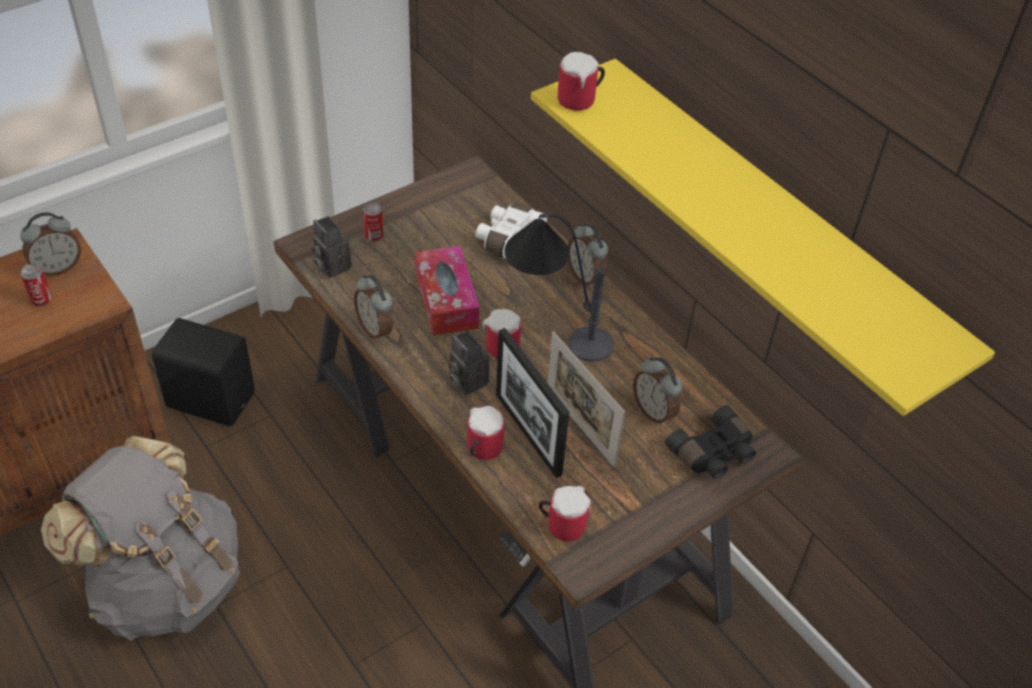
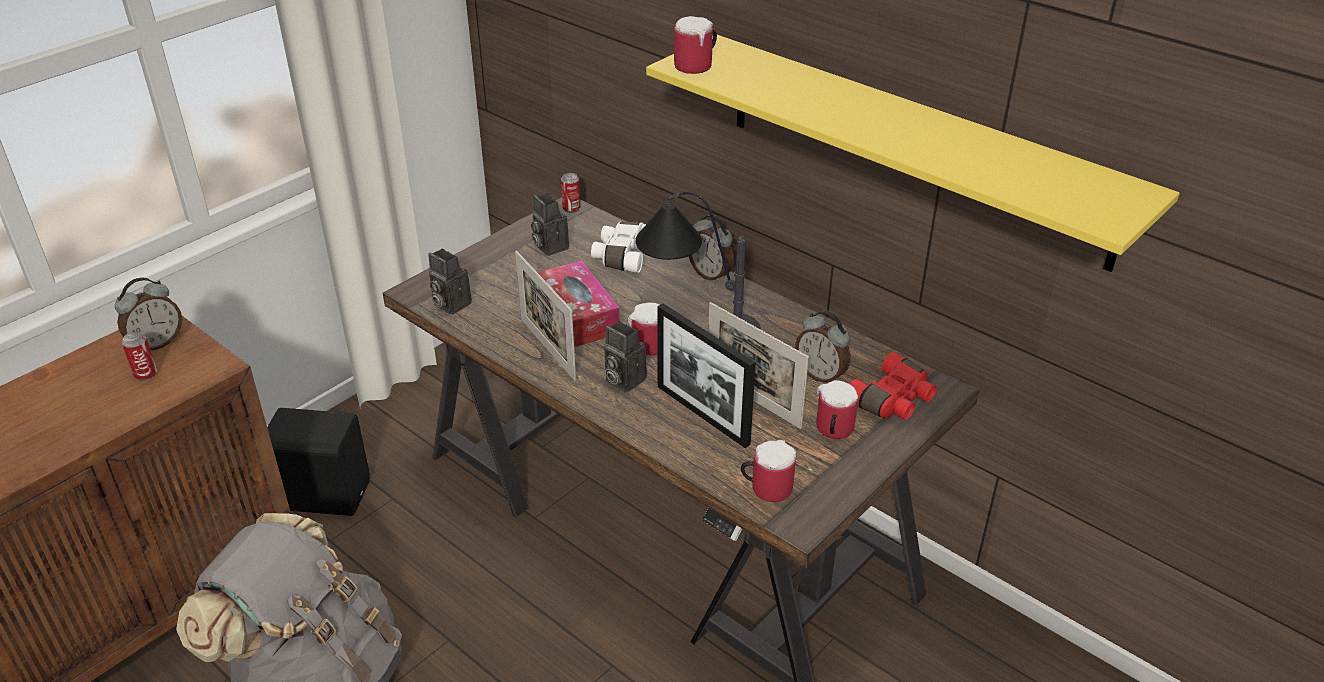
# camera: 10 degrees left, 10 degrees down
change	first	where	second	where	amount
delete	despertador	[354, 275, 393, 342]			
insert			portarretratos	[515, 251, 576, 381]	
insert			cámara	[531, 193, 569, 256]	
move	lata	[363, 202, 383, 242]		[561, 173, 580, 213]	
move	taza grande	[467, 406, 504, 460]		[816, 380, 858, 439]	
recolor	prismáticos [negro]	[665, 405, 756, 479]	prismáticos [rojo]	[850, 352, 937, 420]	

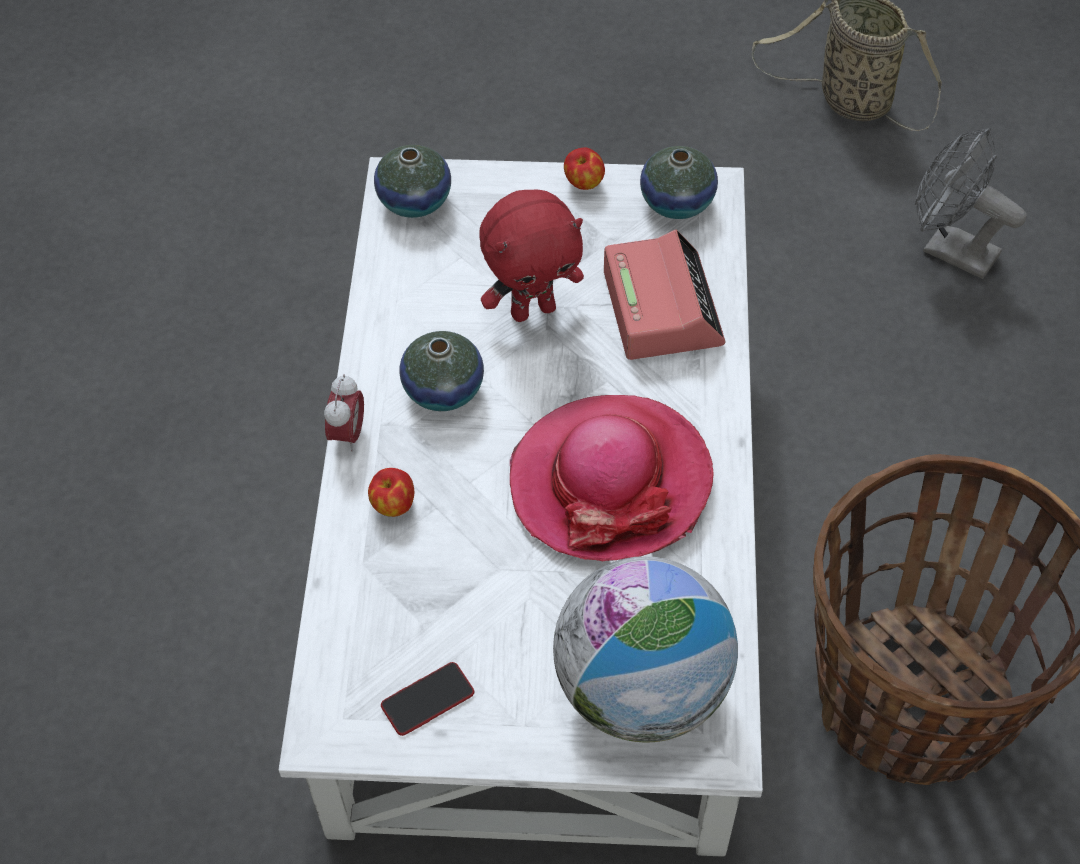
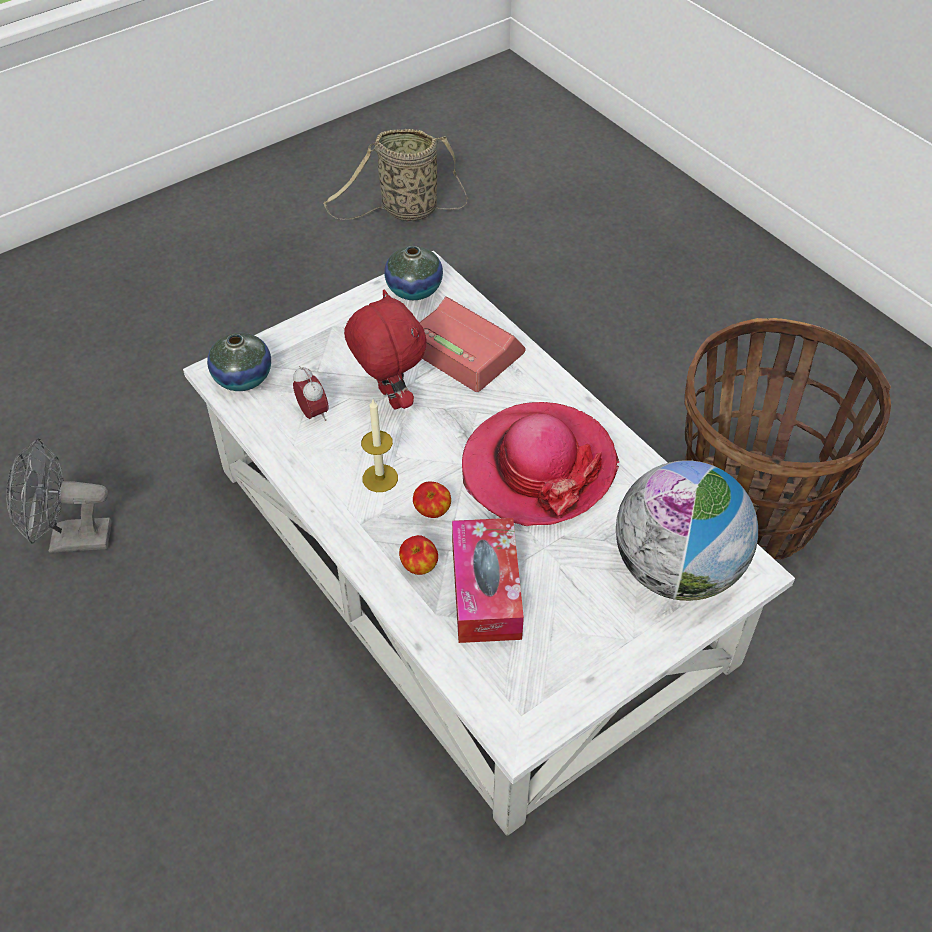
# camera: 40 degrees left, 5 degrees down
change	first	where	second	where	amount
delete	móvil	[381, 662, 474, 736]			
insert			caja de pañuelos	[452, 518, 524, 643]	
move	despertador	[324, 374, 364, 452]		[293, 366, 328, 421]	
move	manzana	[564, 147, 605, 190]		[413, 482, 451, 518]	
move	ventilador [gris]	[915, 128, 1026, 279]		[6, 439, 111, 553]	
replace	florero	[400, 331, 484, 411]	vela	[361, 400, 398, 492]	
rotate	peluche [rojo]	[479, 189, 584, 322]		[344, 290, 426, 409]	60 degrees counterclockwise

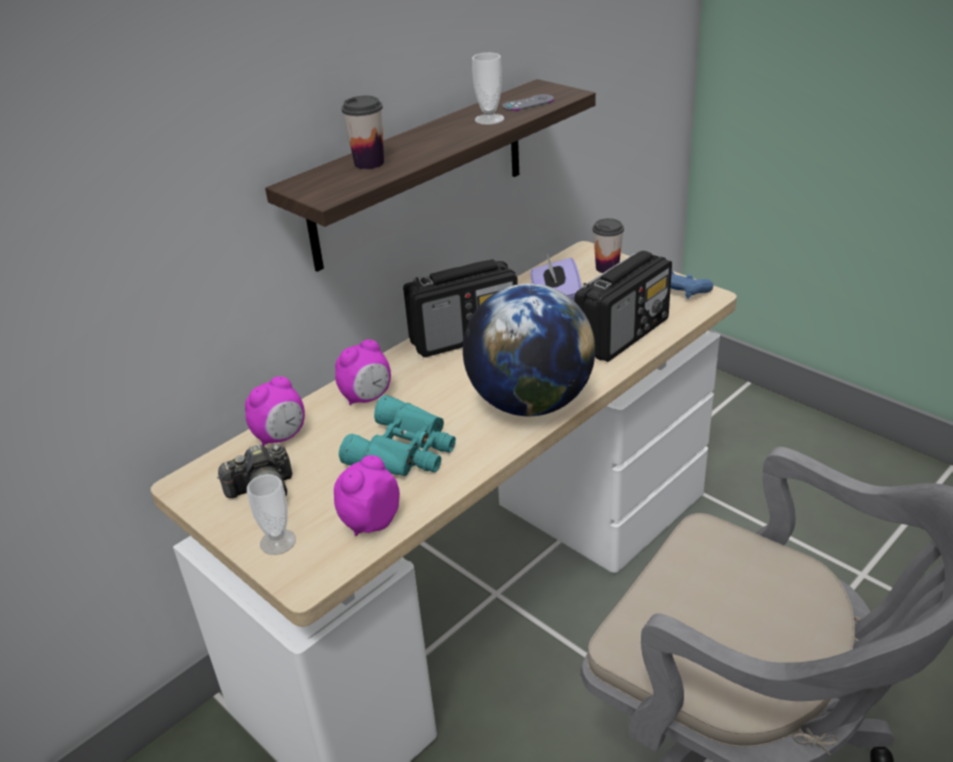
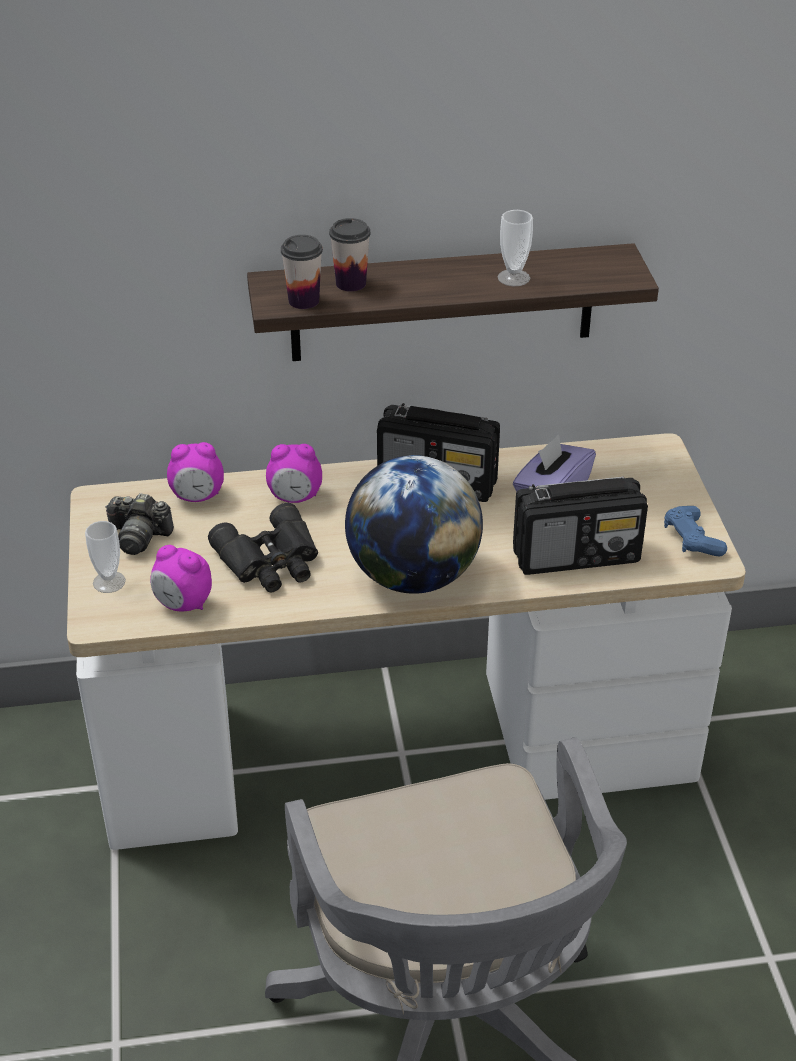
# camera: 35 degrees right, 5 degrees up
change	first	where	second	where	amount
delete	mando de consola [gris]	[502, 94, 554, 111]			
move	taza	[592, 218, 624, 273]		[281, 235, 323, 309]	
recolor	prismáticos [turquesa]	[339, 395, 456, 476]	prismáticos [negro]	[208, 503, 318, 592]	
rotate	despertador	[334, 455, 400, 536]		[150, 545, 212, 611]	135 degrees counterclockwise

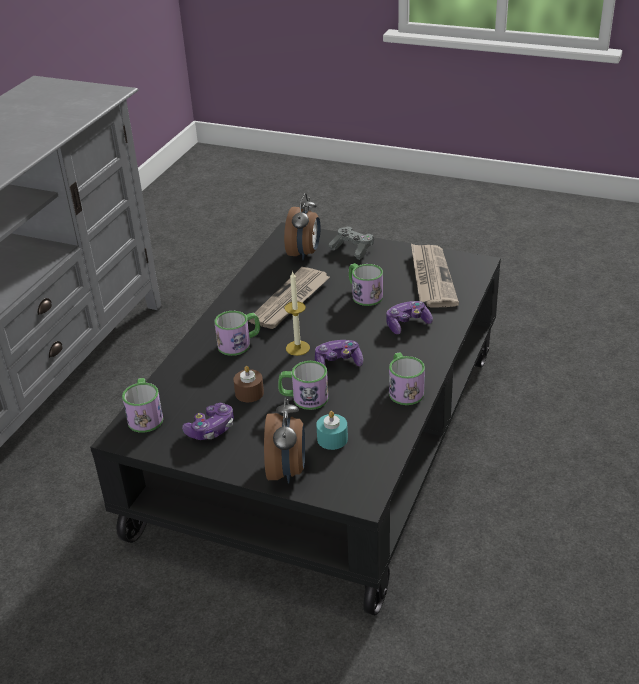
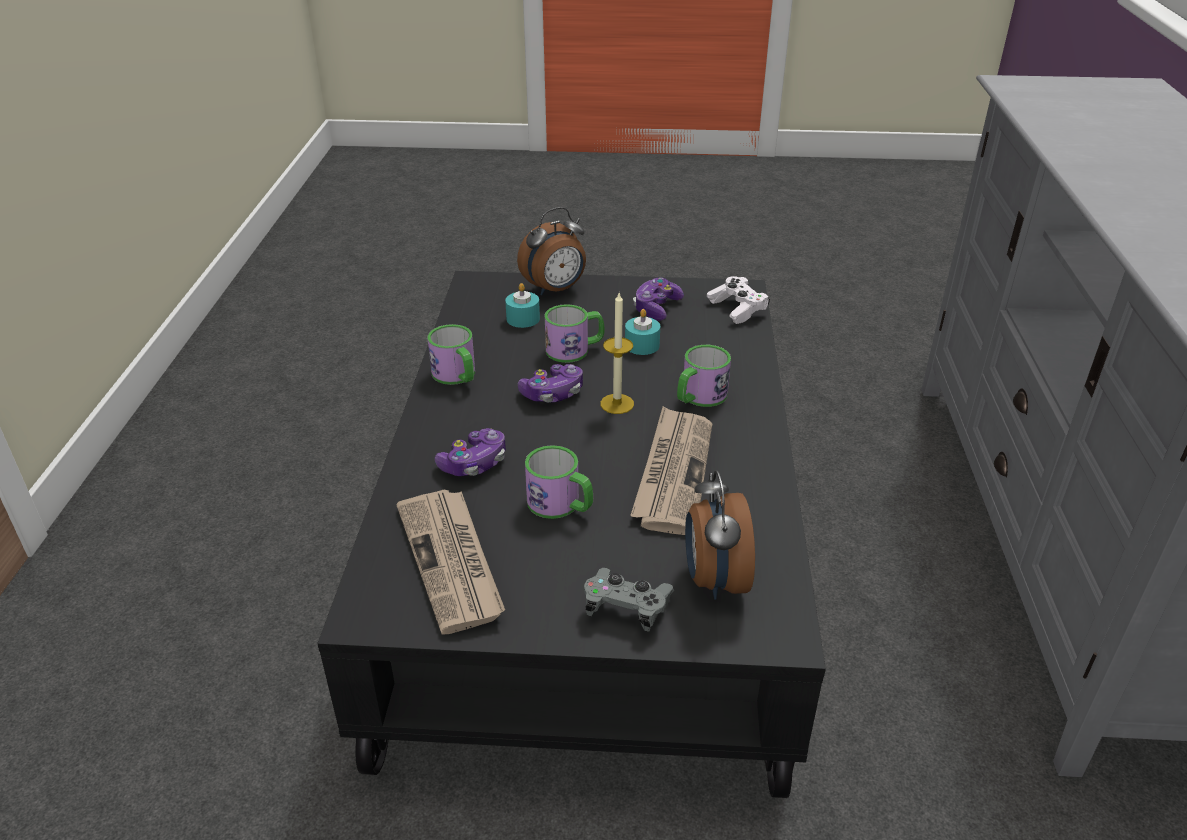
# camera: 160 degrees right, 0 degrees up
change	first	where	second	where	amount
replace	taza grande	[122, 378, 163, 433]	mando de consola [blanco]	[707, 276, 770, 324]	
recolor	vela [marrón]	[234, 366, 264, 402]	vela [turquesa]	[625, 309, 660, 355]	
rotate	despertador	[264, 397, 305, 484]		[517, 207, 586, 295]	105 degrees counterclockwise

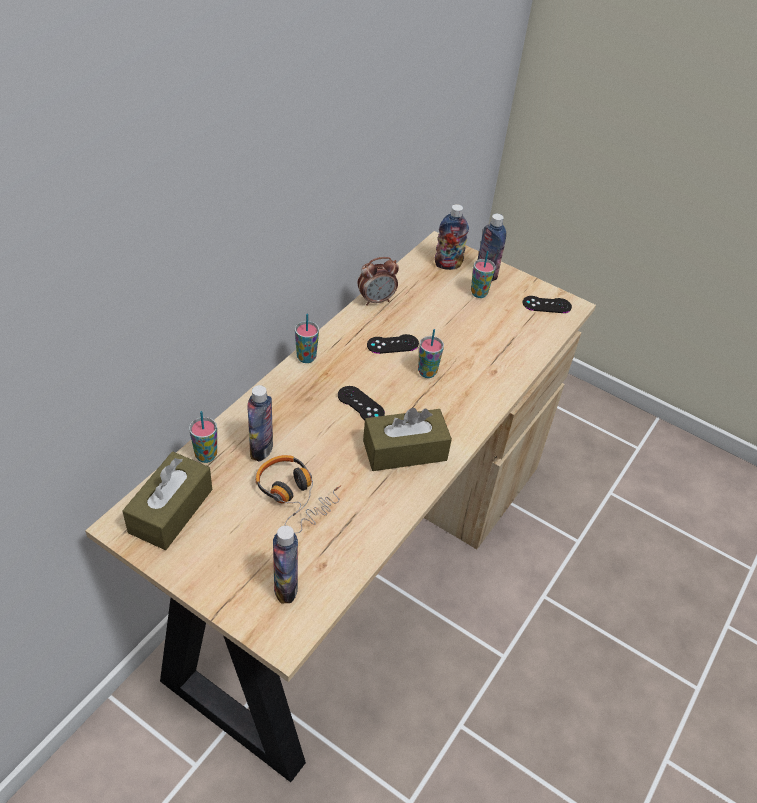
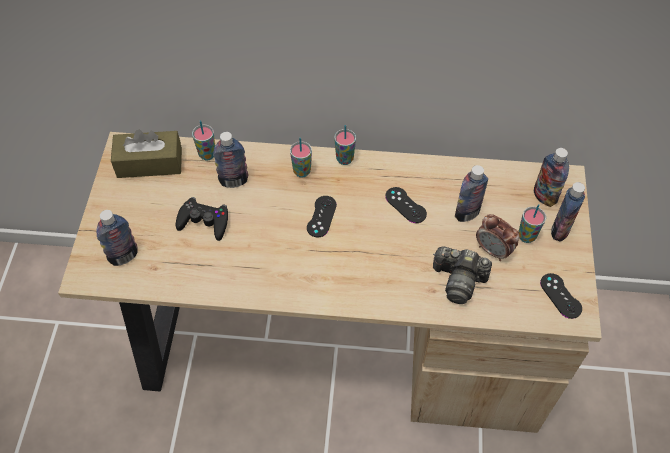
# camera: 65 degrees right, 10 degrees up
change	first	where	second	where	amount
delete	caja de pañuelos [marrón]	[363, 408, 452, 471]			
insert			cámara	[433, 246, 492, 304]	
insert			botella	[455, 165, 488, 222]	
move	despertador	[358, 257, 399, 306]		[476, 214, 520, 261]	
move	taza	[418, 329, 444, 378]		[290, 138, 312, 177]	
replace	auriculares	[256, 455, 341, 533]	mando de consola [negro]	[176, 197, 228, 241]	

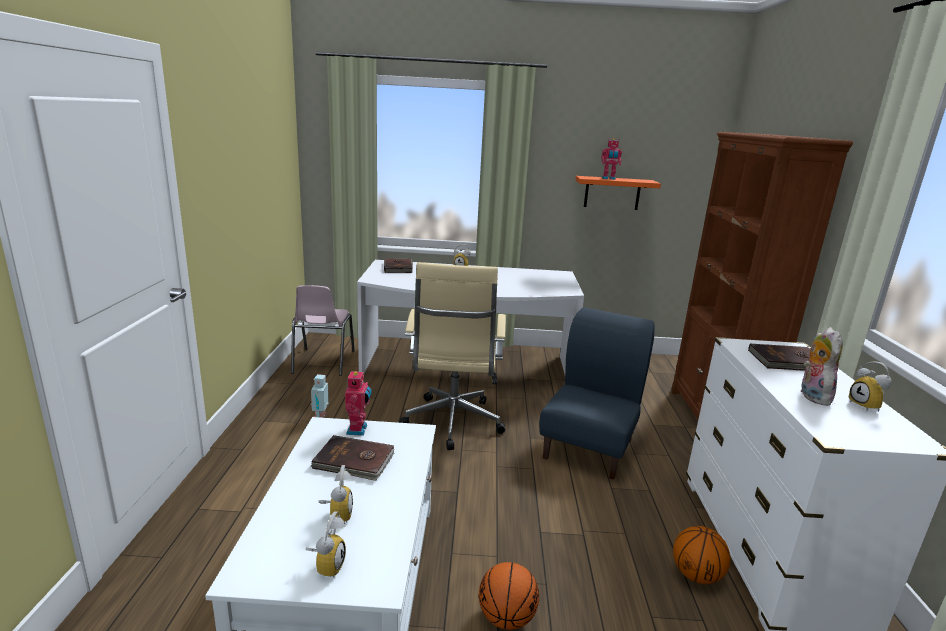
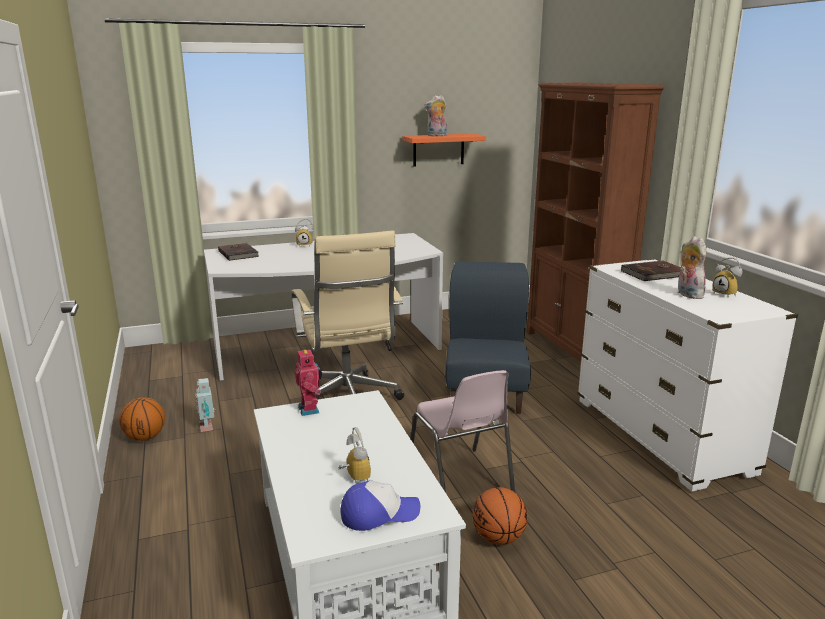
# camera: 20 degrees left, 0 degrees up
change	first	where	second	where	amount
delete	libro [marrón]	[310, 435, 394, 481]			
move	silla [rosa]	[291, 285, 355, 376]		[410, 370, 515, 493]	
move	balón de baloncesto	[673, 526, 731, 584]		[119, 397, 165, 441]	
replace	despertador	[306, 511, 346, 578]	gorra	[340, 480, 420, 531]	
replace	robot de juguete	[601, 138, 622, 180]	peluche	[424, 95, 447, 136]	

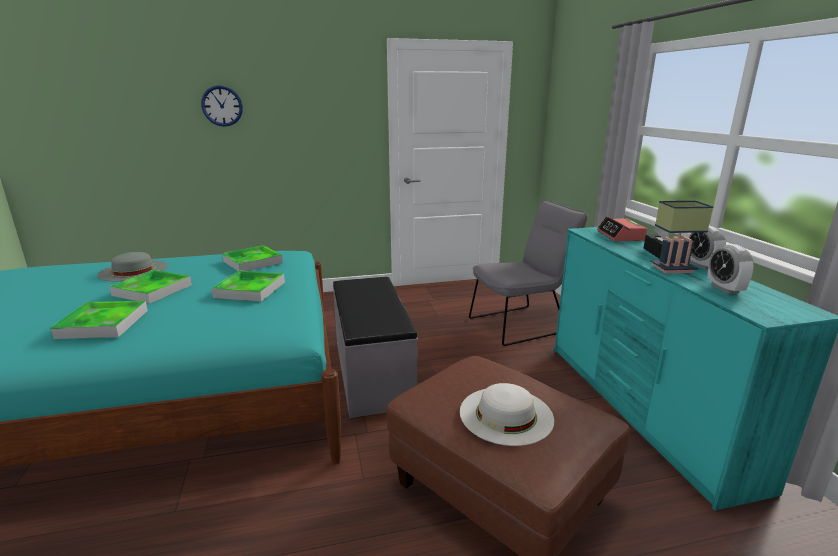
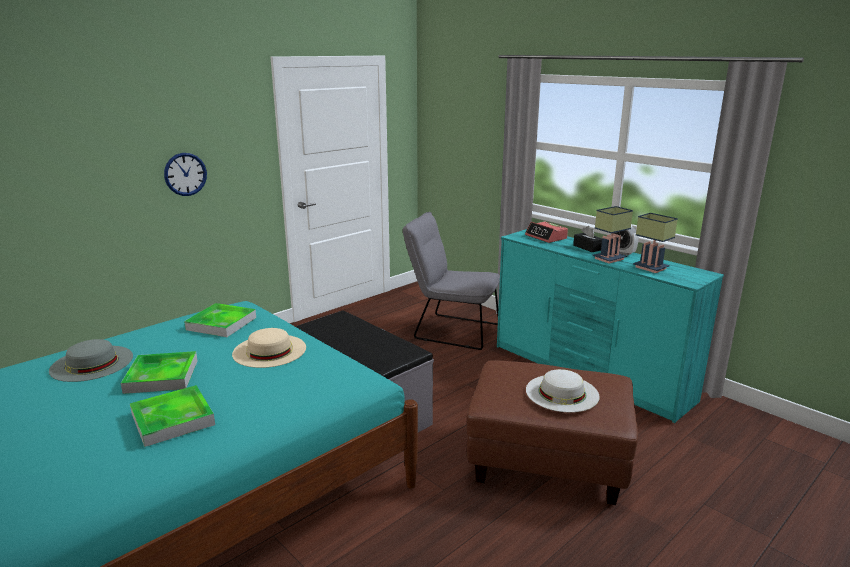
# camera: 30 degrees left, 0 degrees up
change	first	where	second	where	amount
move	reloj de pared	[201, 85, 243, 127]		[164, 153, 207, 196]	
replace	bandeja	[211, 270, 285, 302]	sombrero [beis]	[232, 328, 306, 368]	
replace	despertador	[707, 244, 754, 294]	lámpara de mesa	[633, 213, 678, 273]	
rotate	silla [gris]	[469, 200, 588, 346]		[403, 212, 500, 350]	105 degrees counterclockwise

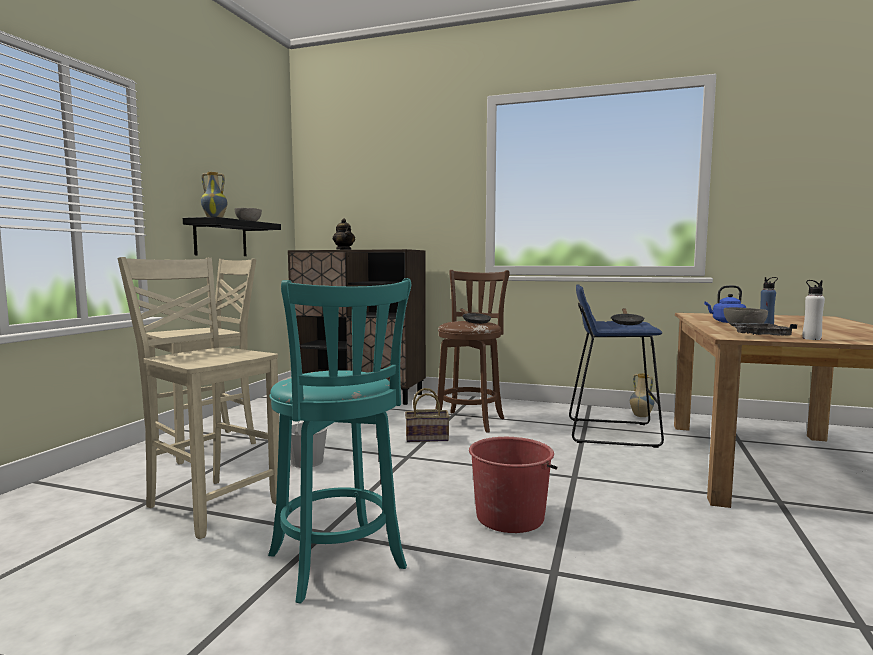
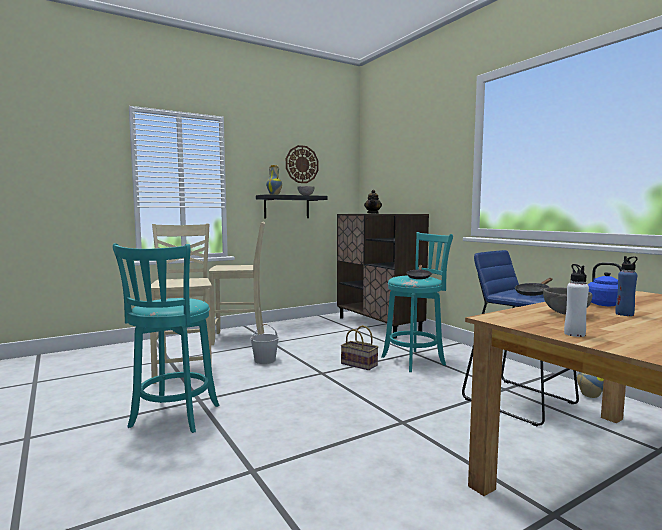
# camera: 40 degrees right, 0 degrees up
change	first	where	second	where	amount
delete	cubo [rojo]	[469, 437, 557, 533]			
delete	bandeja [gris]	[732, 323, 797, 336]			
insert			reloj de pared	[286, 145, 319, 183]	
recolor	taburete [marrón]	[436, 270, 510, 433]	taburete [turquesa]	[381, 232, 453, 372]	

